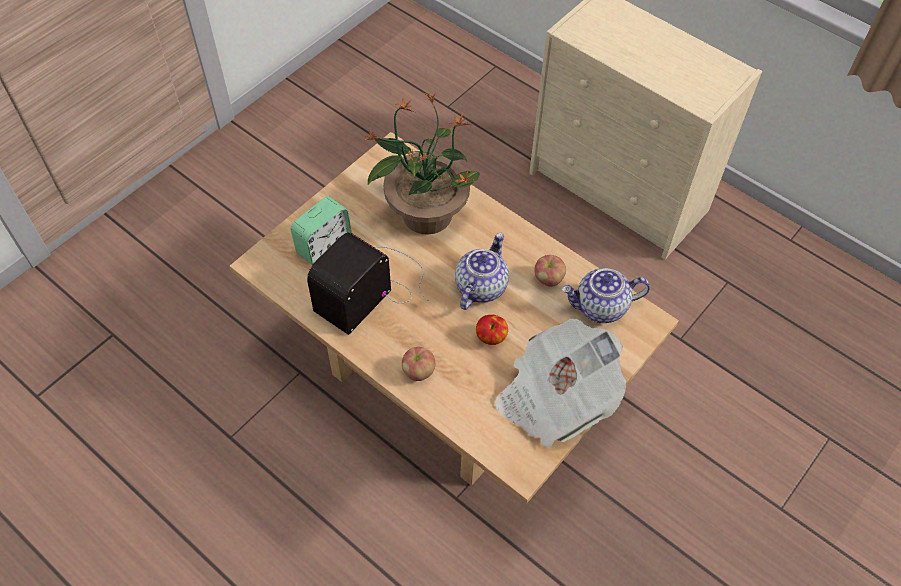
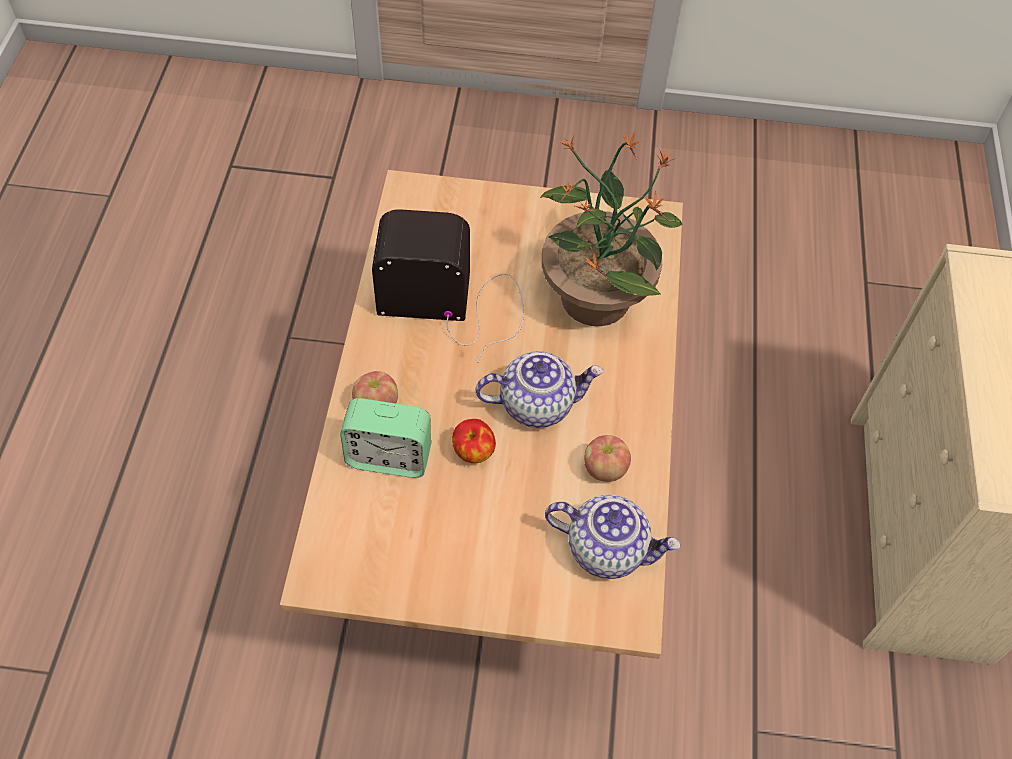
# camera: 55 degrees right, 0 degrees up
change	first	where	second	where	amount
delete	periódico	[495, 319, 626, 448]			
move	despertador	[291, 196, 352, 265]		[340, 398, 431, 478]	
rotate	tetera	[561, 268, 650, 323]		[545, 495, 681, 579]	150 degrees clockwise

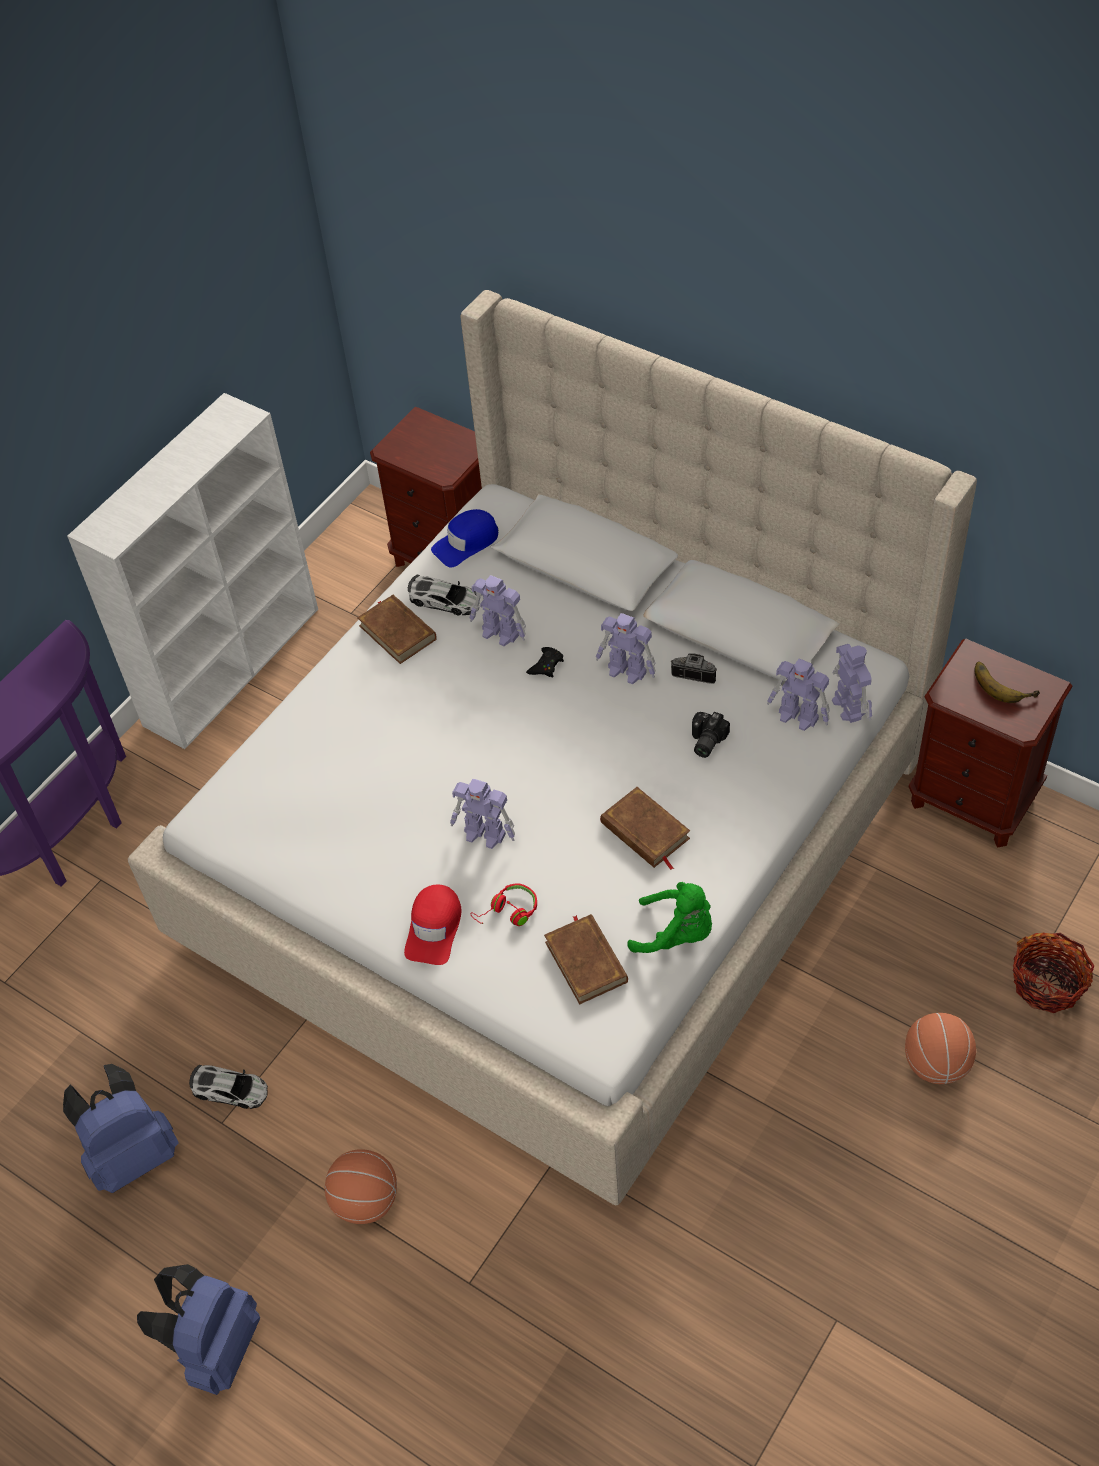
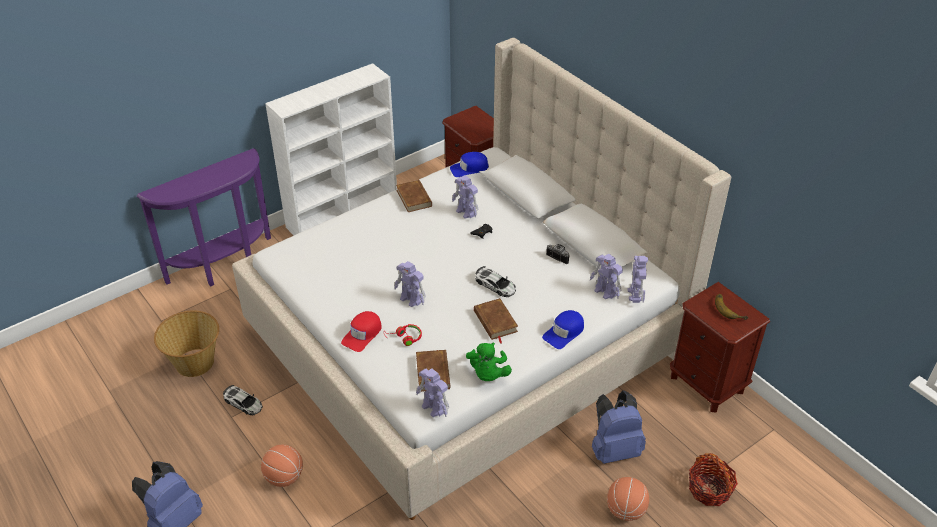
# camera: 15 degrees right, 10 degrees down
change	first	where	second	where	amount
delete	cámara	[692, 712, 730, 758]			
insert			cesta	[154, 310, 219, 377]	
insert			gorra [azul]	[542, 310, 584, 349]	
move	mochila [azul]	[63, 1064, 178, 1193]		[592, 390, 646, 464]	
move	coche de juguete	[408, 575, 477, 615]		[476, 266, 516, 297]	
move	robot de juguete	[596, 613, 656, 685]		[416, 368, 449, 417]	
rotate	peluche [verde]	[627, 882, 712, 953]		[466, 343, 512, 381]	60 degrees clockwise

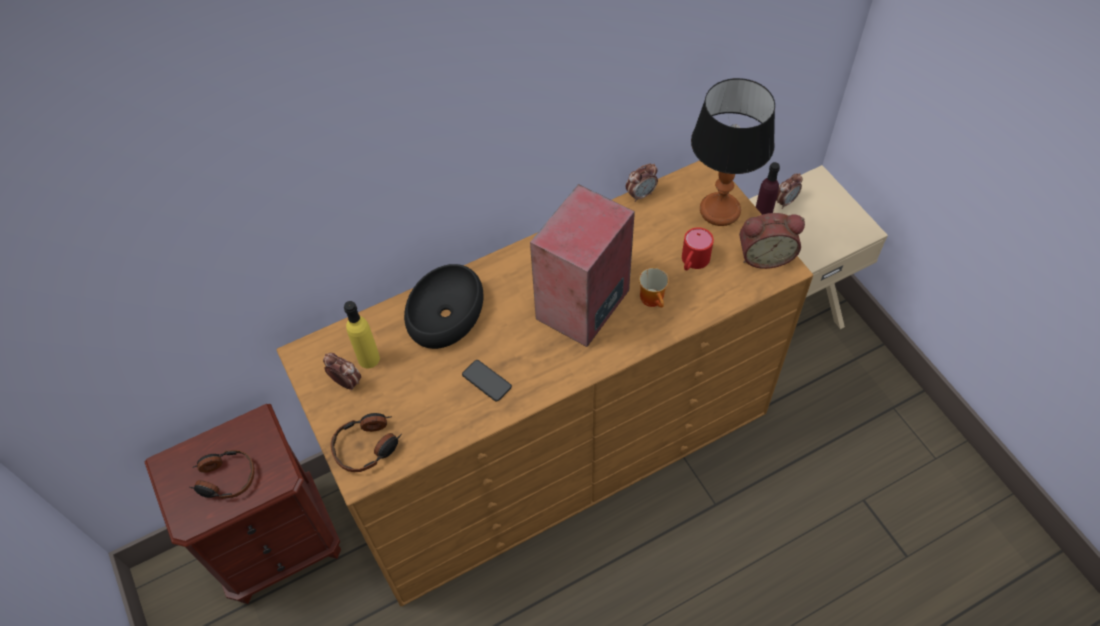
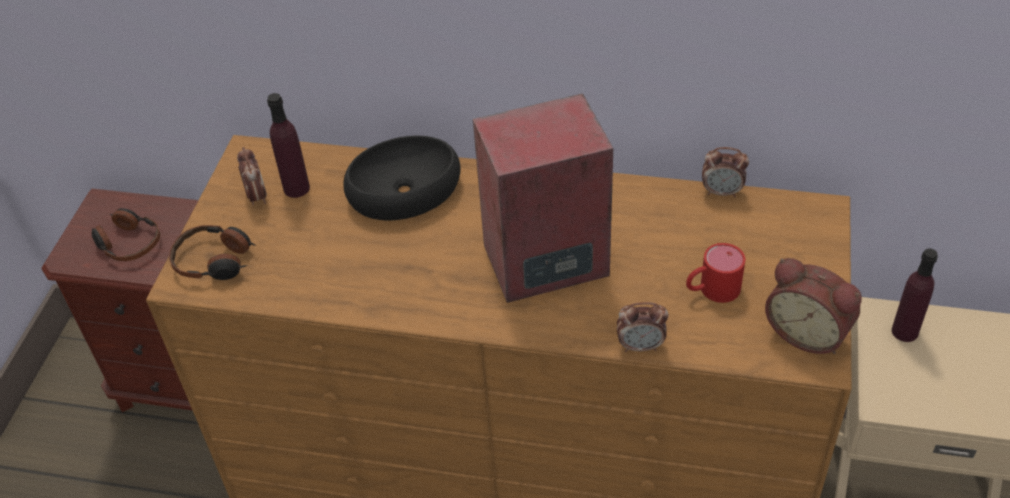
# camera: 40 degrees right, 10 degrees down
change	first	where	second	where	amount
delete	móvil	[462, 360, 512, 402]			
delete	taza grande	[639, 267, 669, 308]			
delete	lámpara de mesa	[691, 78, 775, 226]			
move	despertador	[776, 173, 803, 209]		[617, 302, 668, 352]	
recolor	botella [amarillo]	[344, 301, 380, 368]	botella [morado]	[267, 93, 310, 198]	

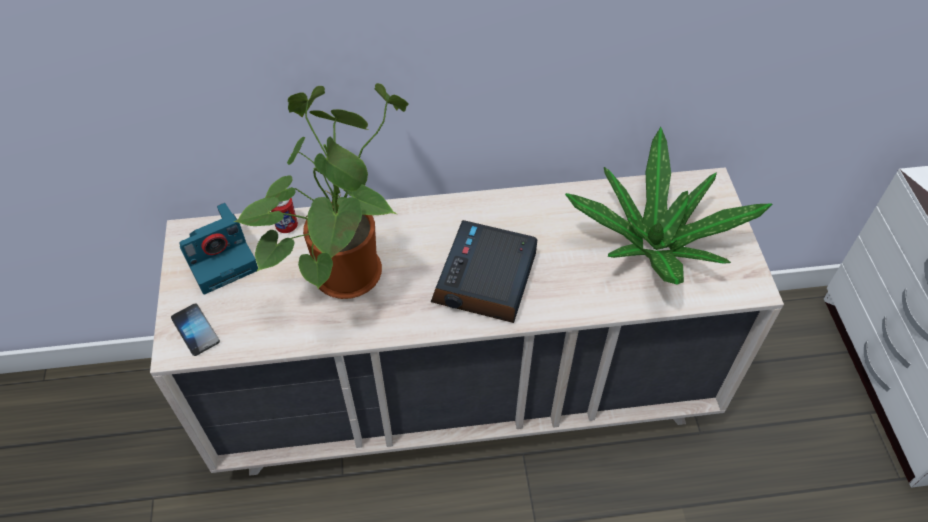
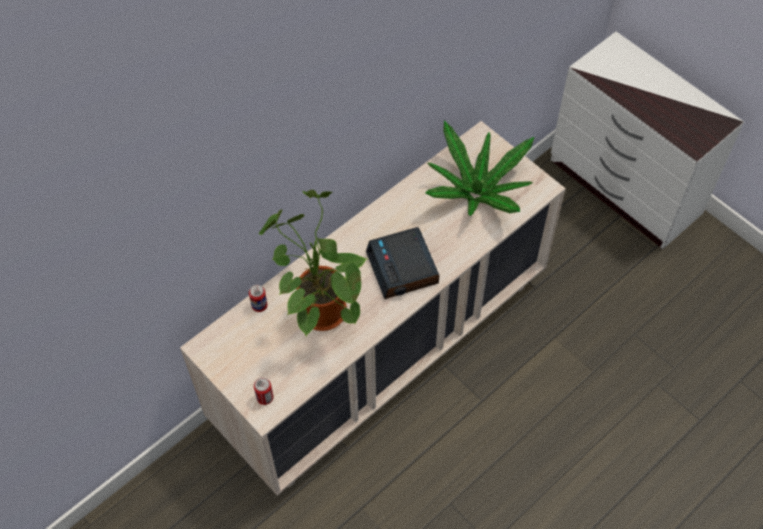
# camera: 35 degrees left, 5 degrees up
change	first	where	second	where	amount
delete	cámara	[179, 203, 258, 294]			
replace	móvil	[171, 303, 220, 356]	lata	[254, 378, 274, 405]	

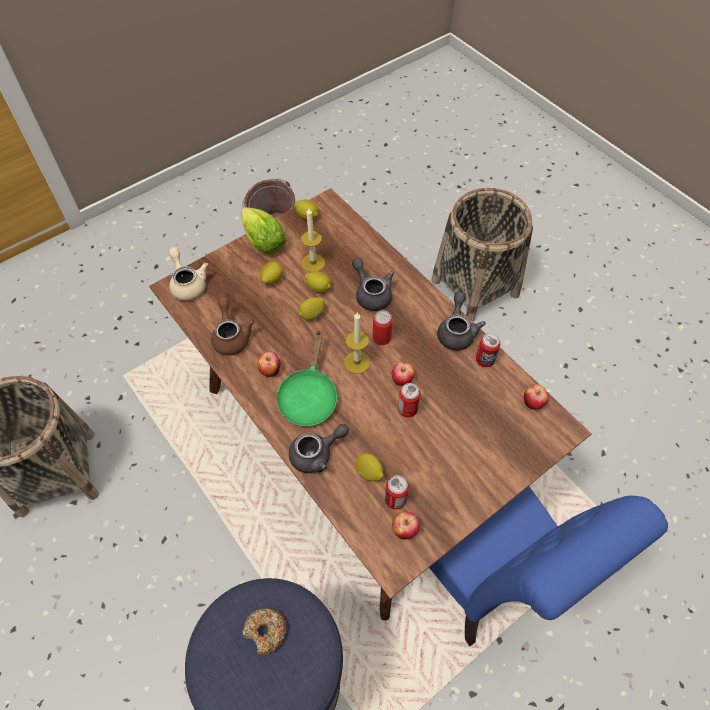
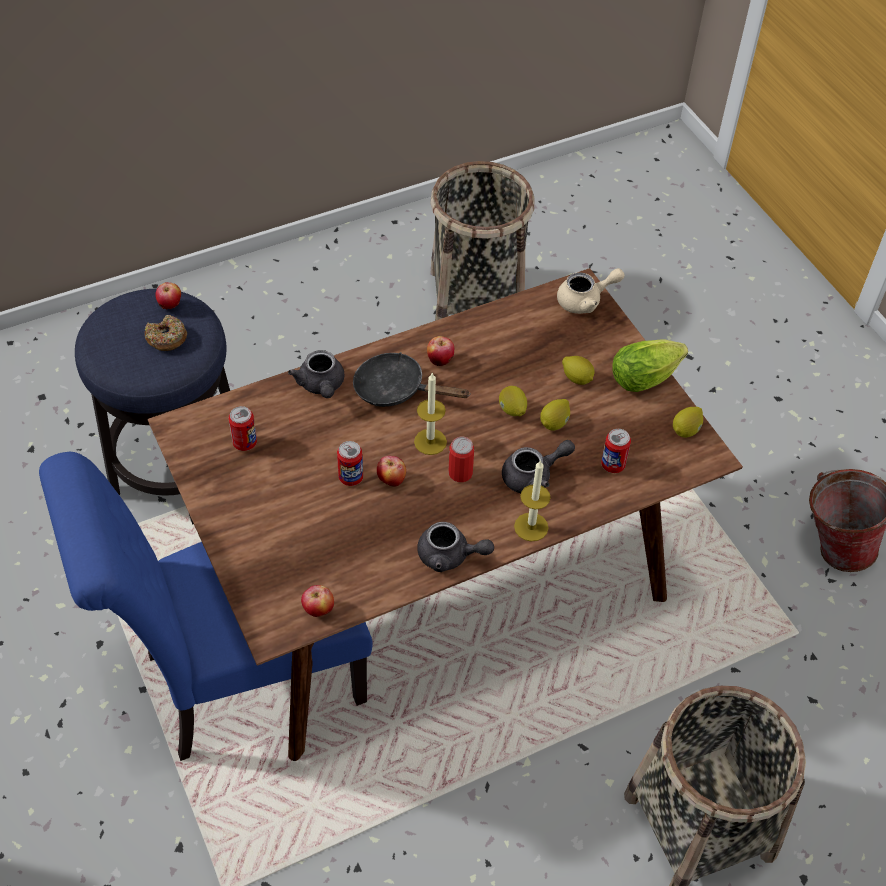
# camera: 100 degrees right, 5 degrees down
change	first	where	second	where	amount
delete	tetera [marrón]	[211, 297, 254, 356]			
delete	limón	[355, 453, 384, 481]			
move	vela	[301, 208, 325, 272]		[514, 460, 551, 541]	
move	manzana	[392, 512, 420, 540]		[155, 282, 181, 309]	
move	lata	[476, 333, 501, 367]		[601, 429, 631, 473]	
recolor	sartén [verde]	[276, 329, 338, 426]	sartén [negro]	[353, 352, 471, 407]	

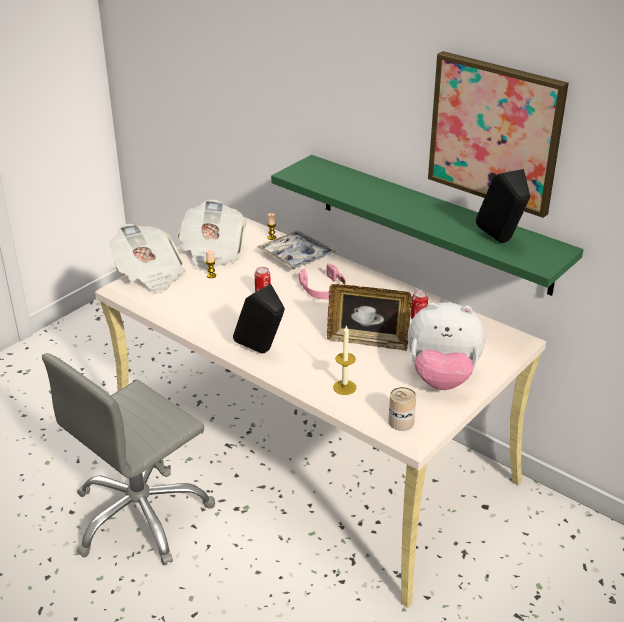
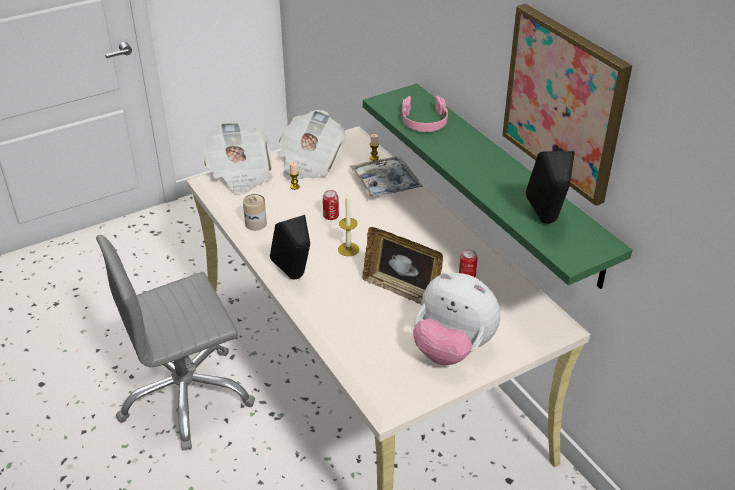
# camera: 20 degrees right, 5 degrees up
change	first	where	second	where	amount
move	auriculares [rosa]	[299, 263, 346, 300]		[402, 96, 448, 132]	
move	vela	[333, 326, 357, 395]		[338, 194, 359, 256]	
move	lata	[389, 387, 416, 431]		[243, 194, 267, 231]	

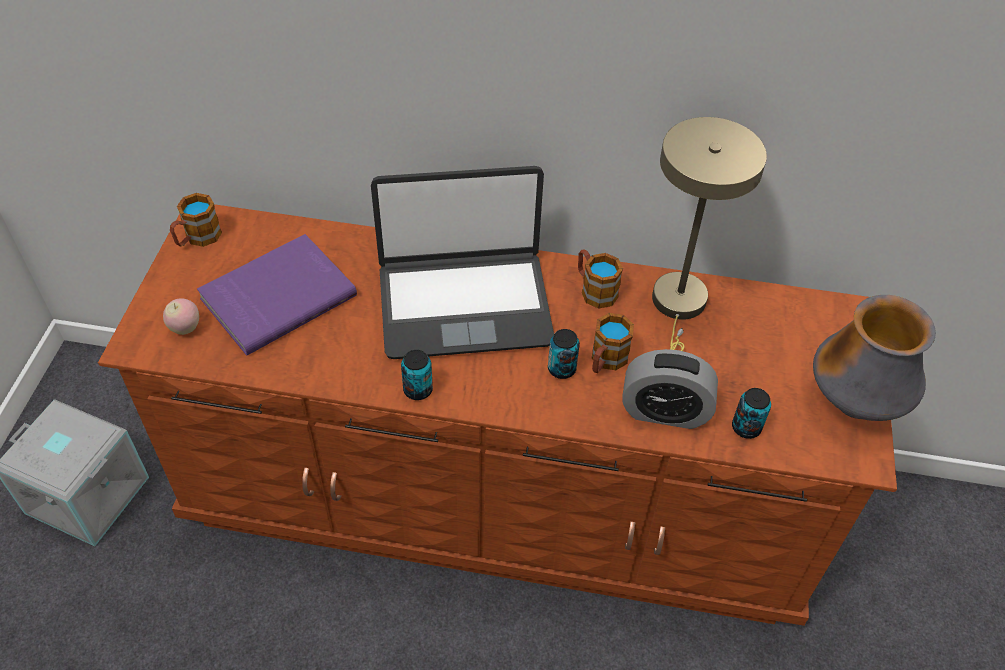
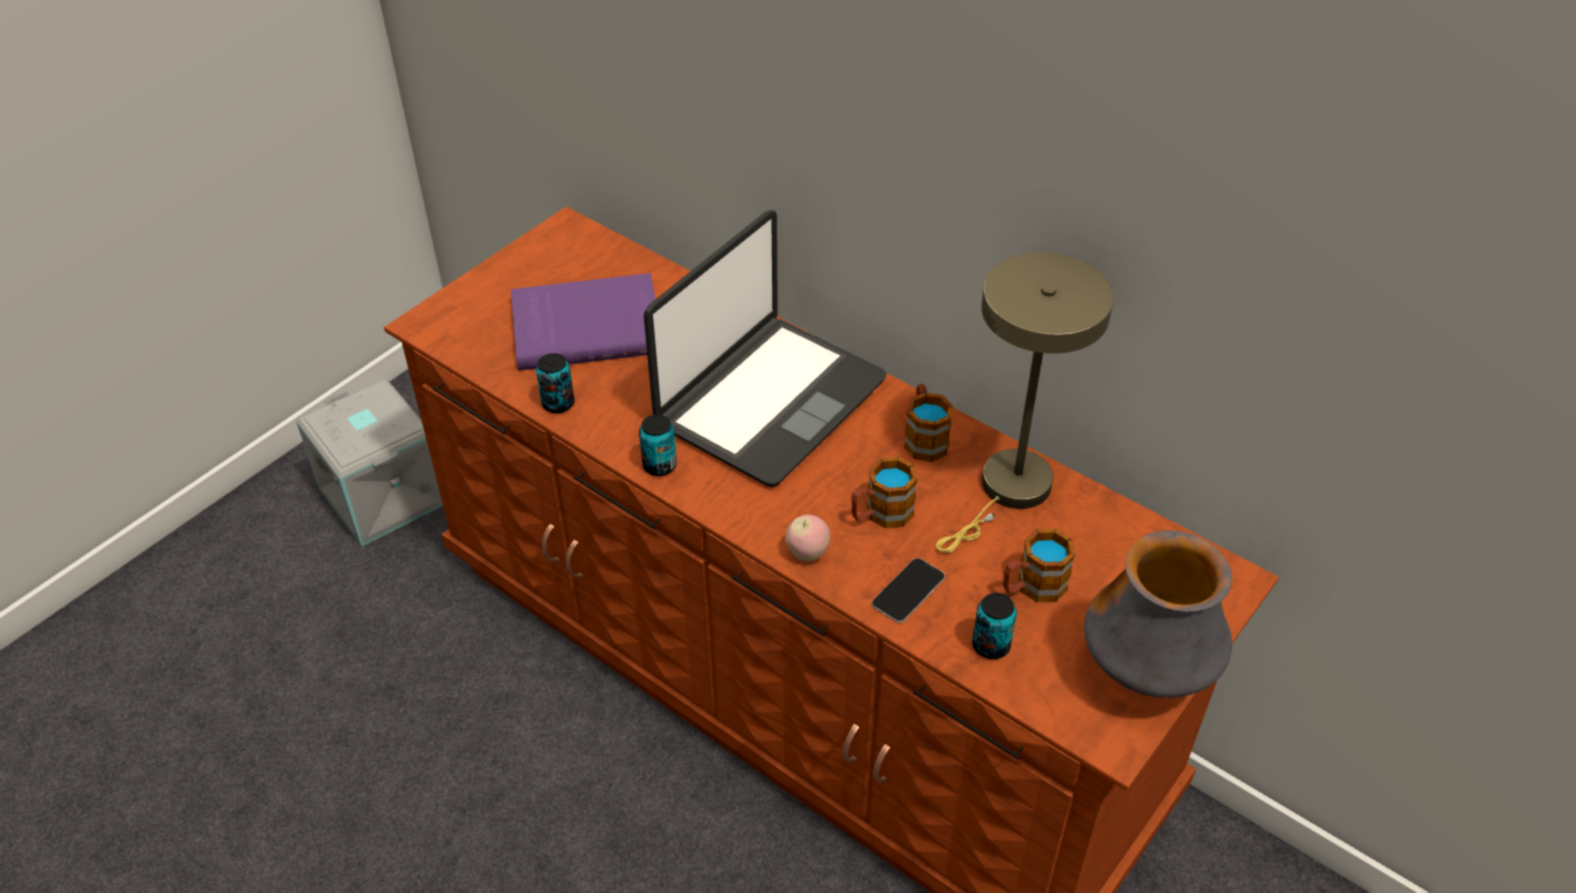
# camera: 30 degrees right, 5 degrees down
change	first	where	second	where	amount
move	manzana	[163, 298, 199, 335]		[785, 515, 830, 561]	
move	taza grande	[170, 193, 222, 247]		[1003, 529, 1075, 602]	
move	lata	[548, 329, 580, 379]		[536, 353, 575, 413]	
replace	despertador	[622, 349, 718, 429]	móvil	[872, 558, 945, 623]	
rotate	portátil	[371, 166, 554, 359]		[644, 210, 887, 487]	75 degrees counterclockwise

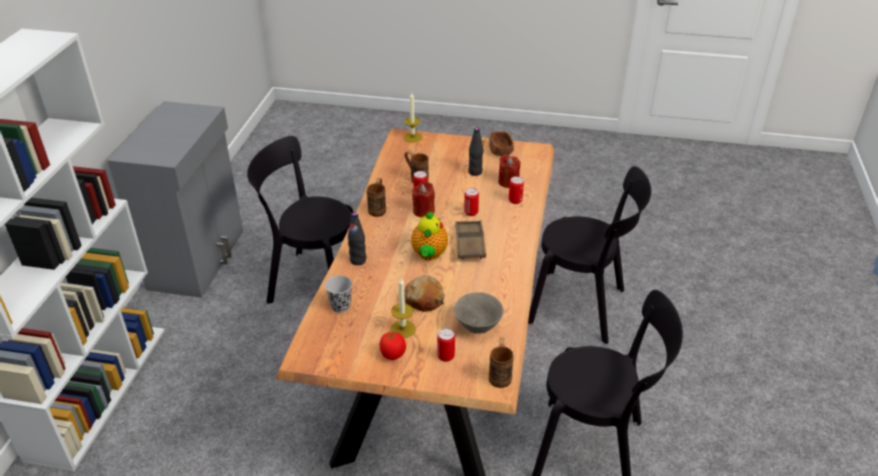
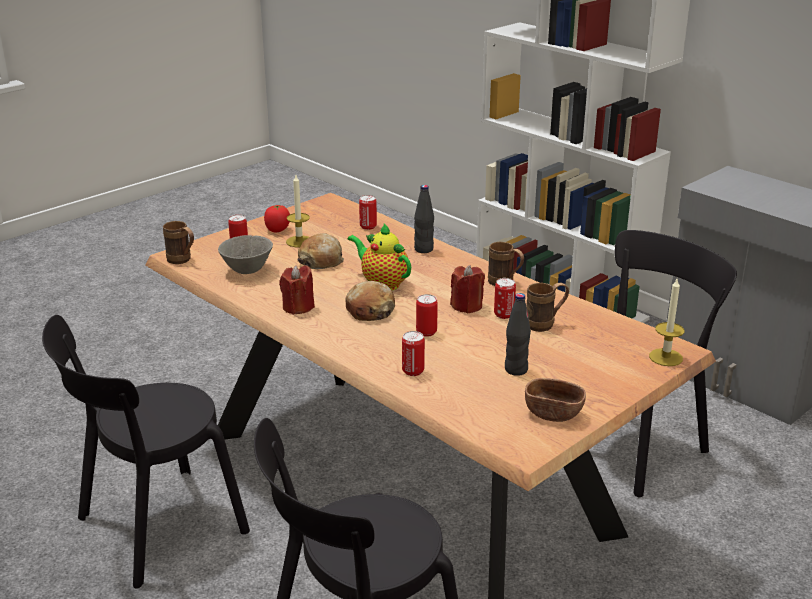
# camera: 125 degrees right, 10 degrees down
change	first	where	second	where	amount
move	vela [rojo]	[498, 154, 520, 188]		[279, 265, 315, 315]	
replace	taza [negro]	[325, 276, 352, 313]	lata	[359, 195, 377, 230]	
replace	bandeja [marrón]	[455, 220, 486, 259]	pan	[346, 281, 395, 321]	

